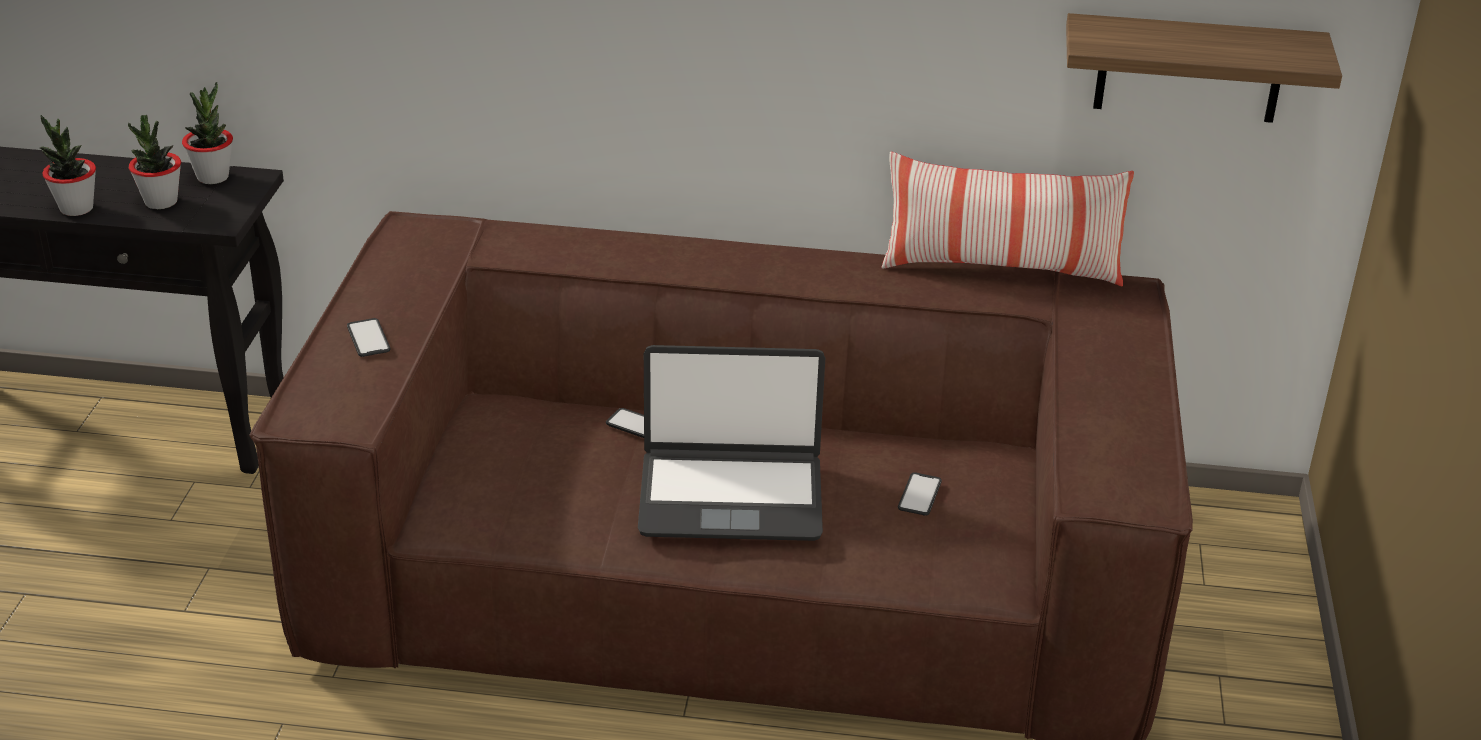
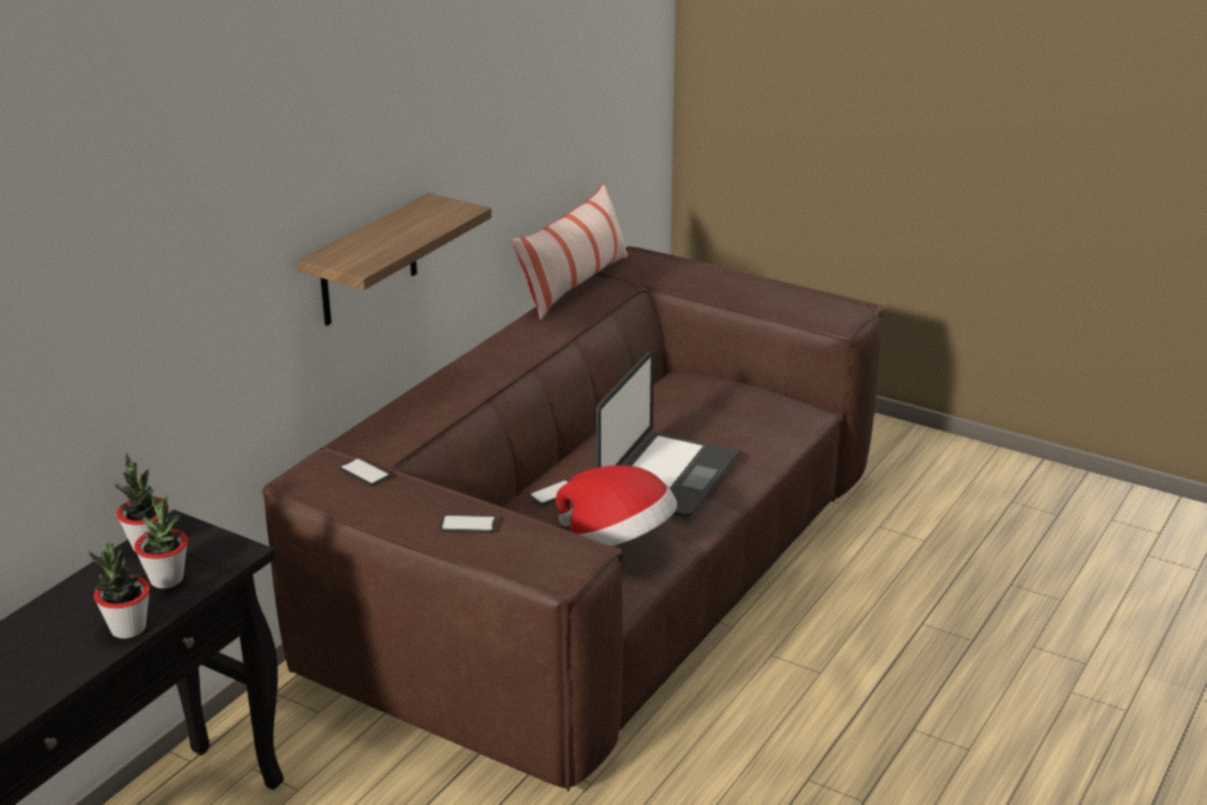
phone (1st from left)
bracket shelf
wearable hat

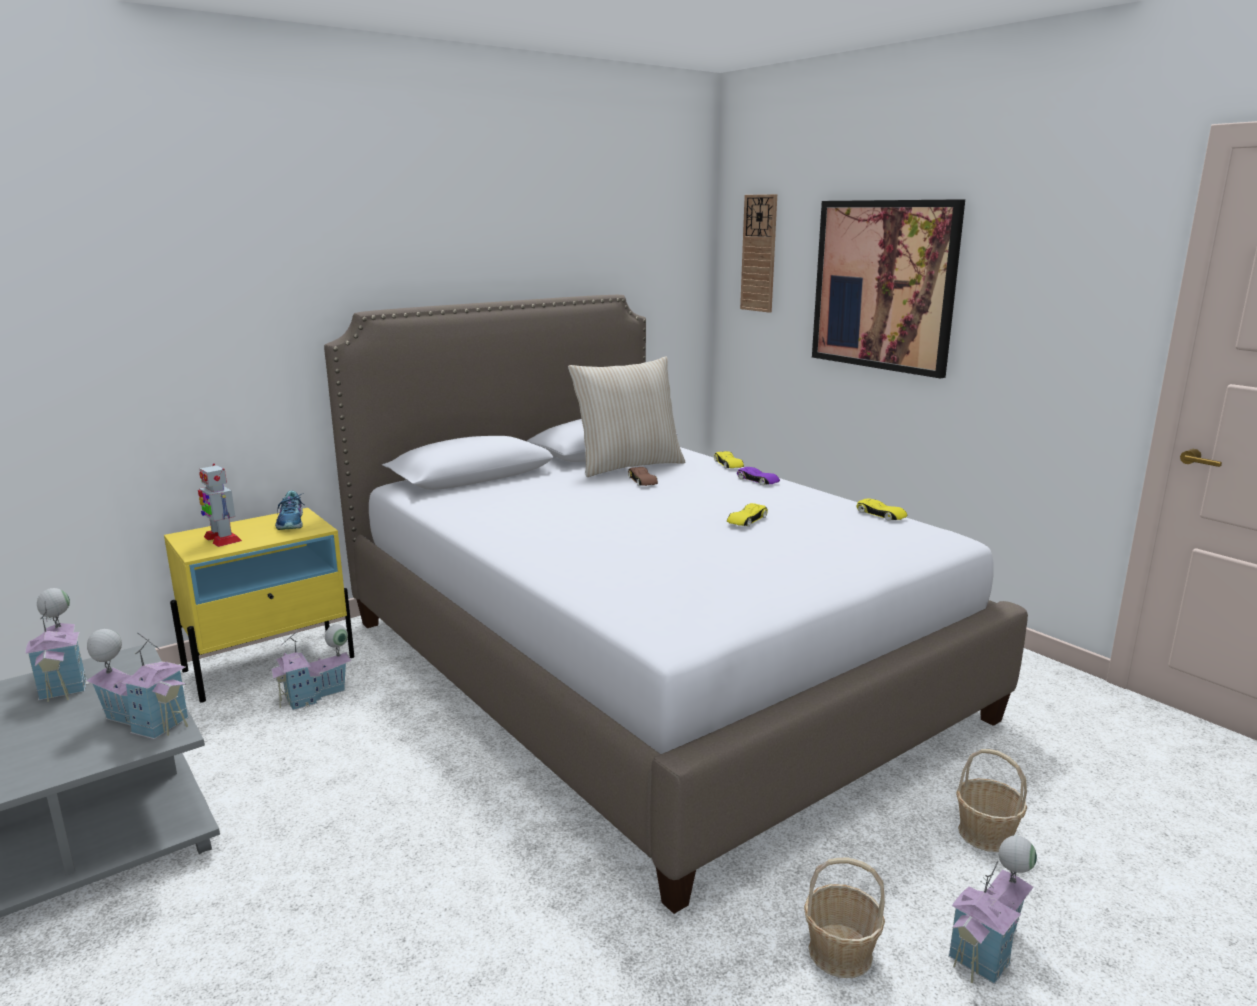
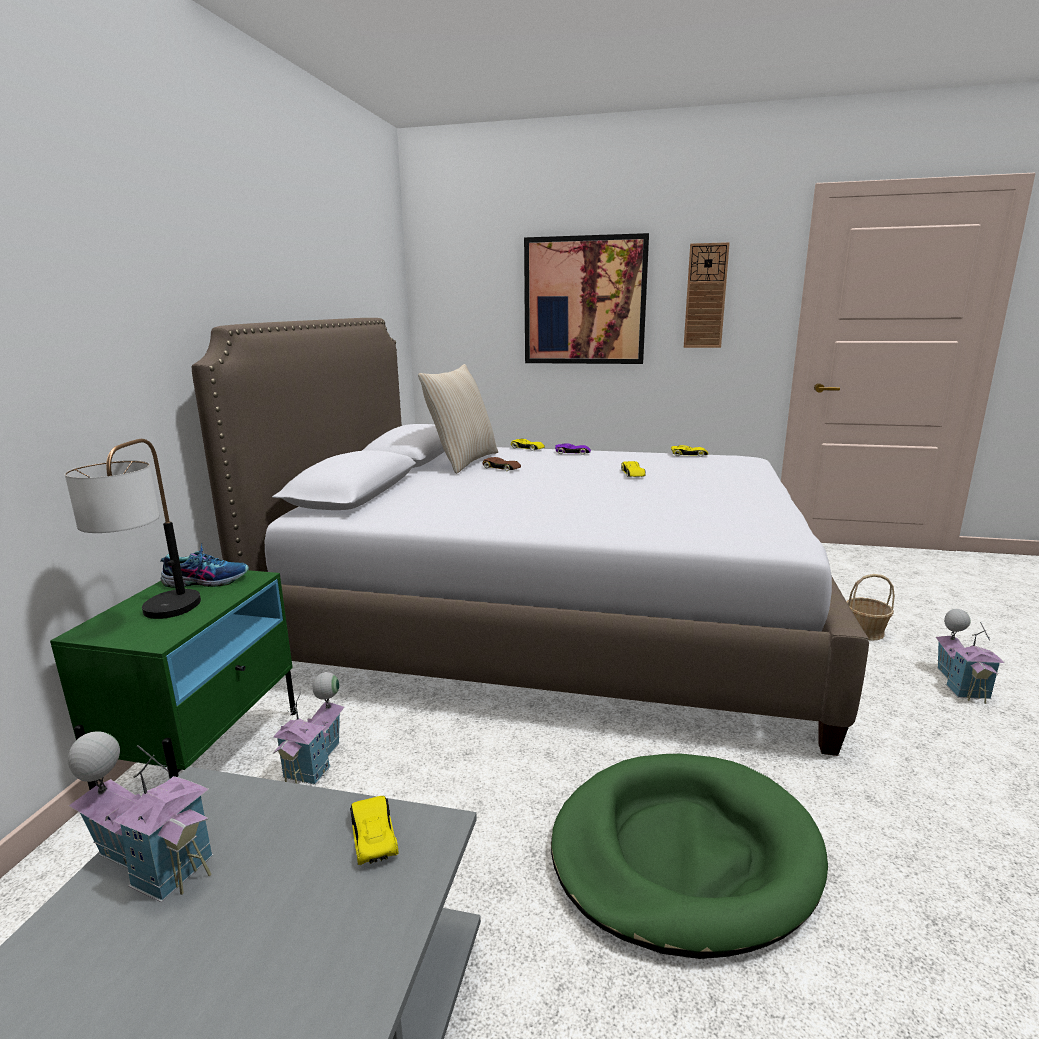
yellow-coloured toy car (1st from left)
green nightstand
tabletop lamp
item of footwear
clock on the wall
basket (1st from left in the first image)
green pet bed

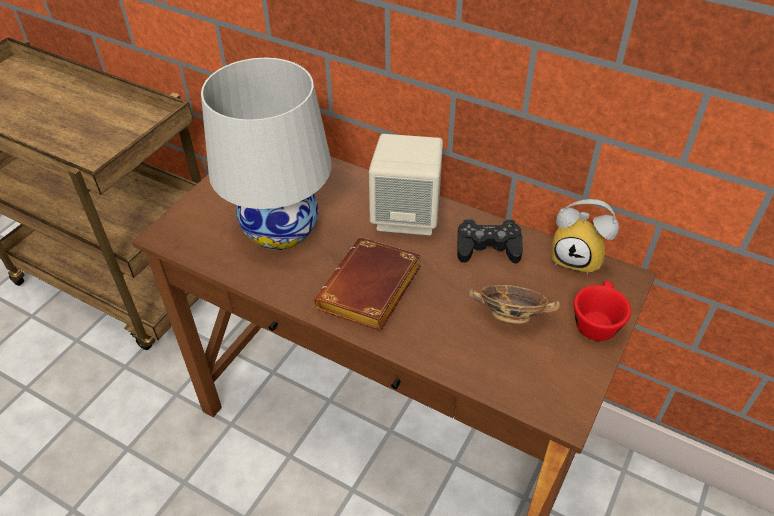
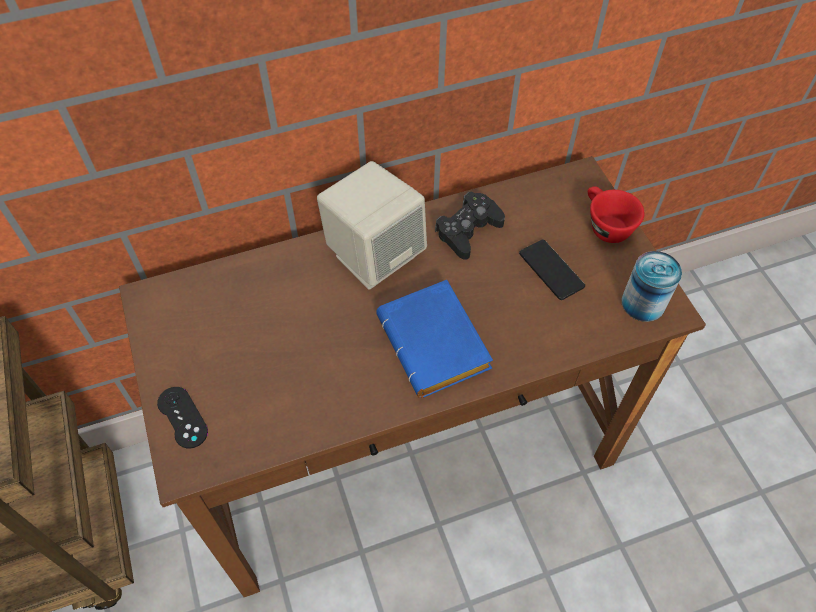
whitish tabletop lamp
blue-coloured bound book
phone
alarm clock
blackish joypad (1st from left)
metal can

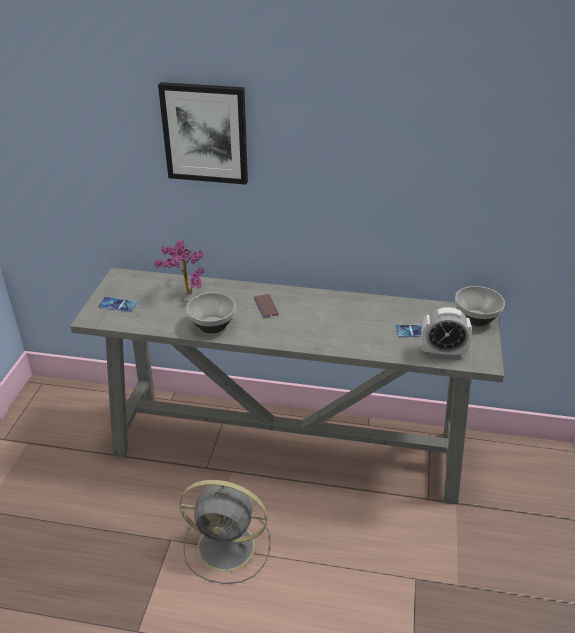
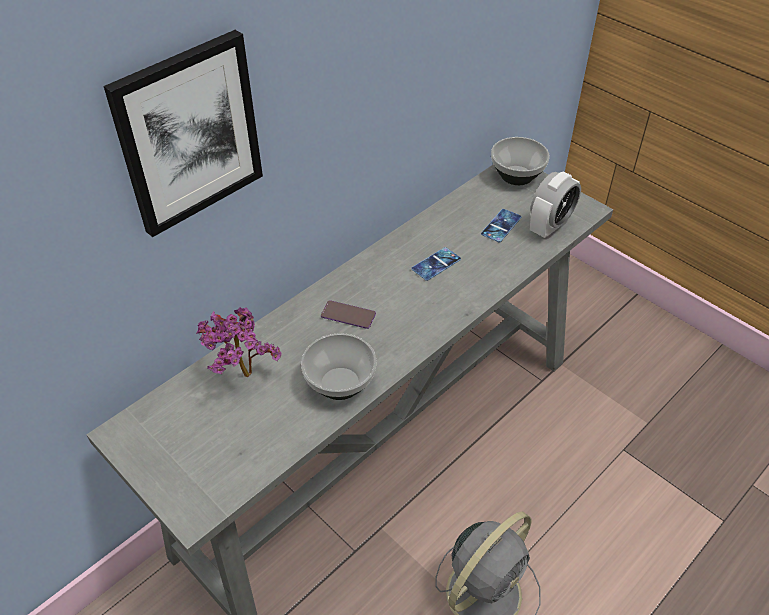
phone (2nd from left)

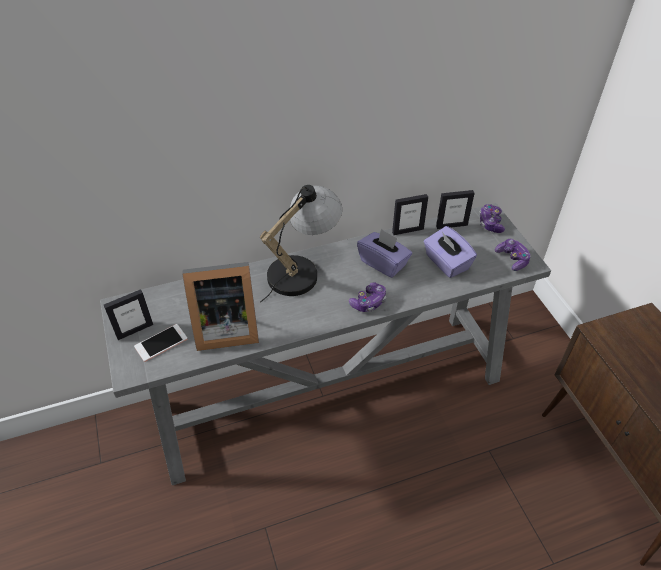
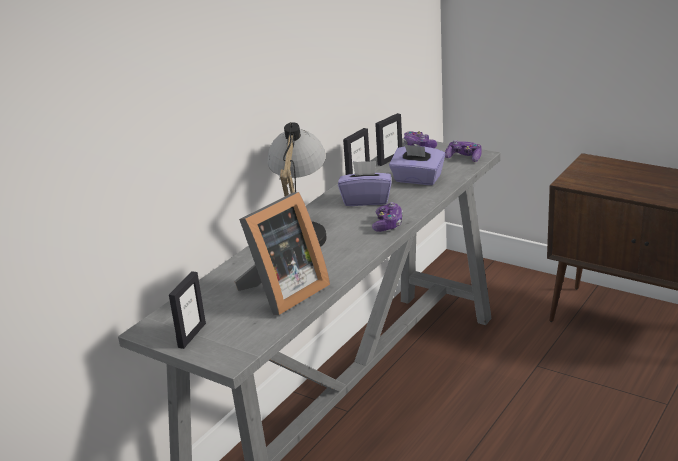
phone

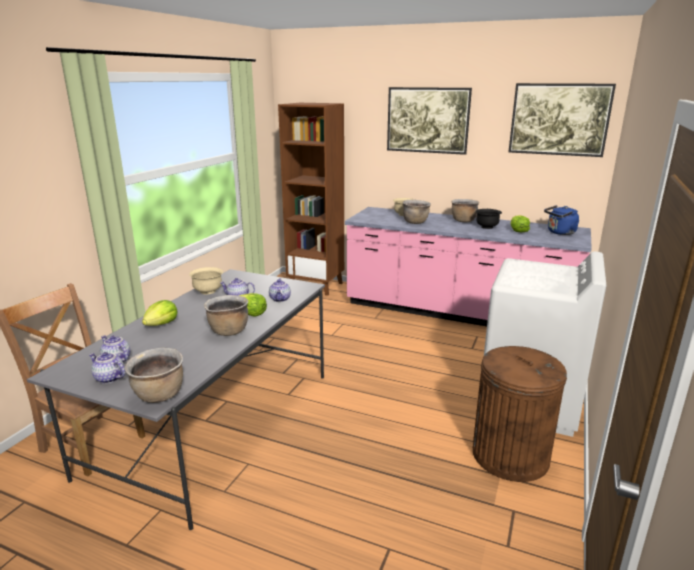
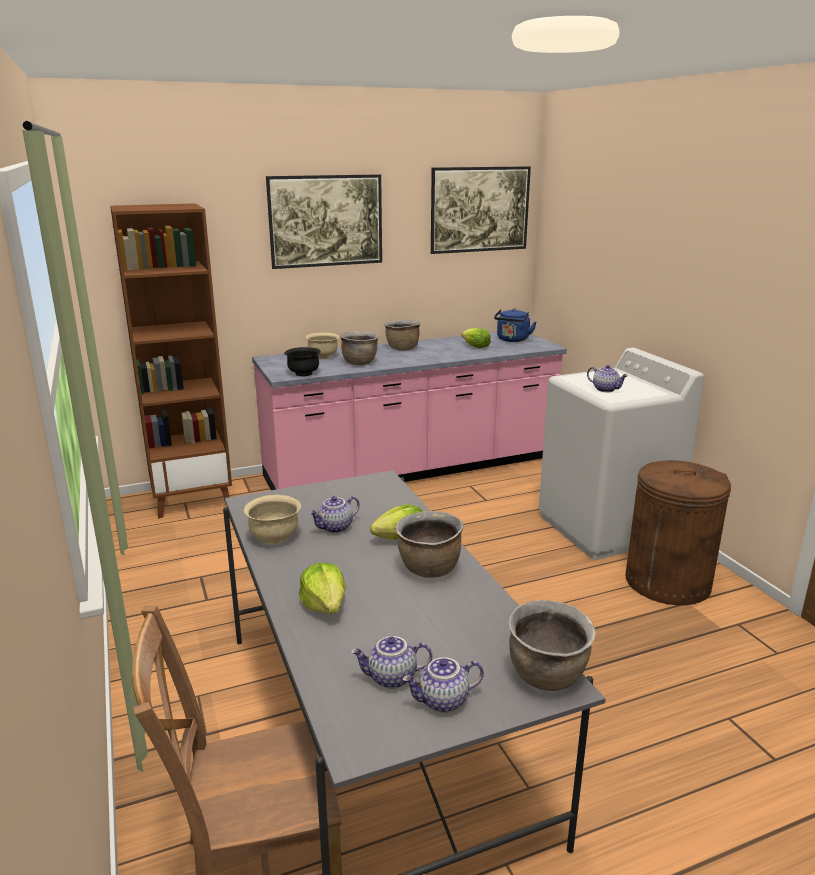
teapot (4th from left)
blackish bowl

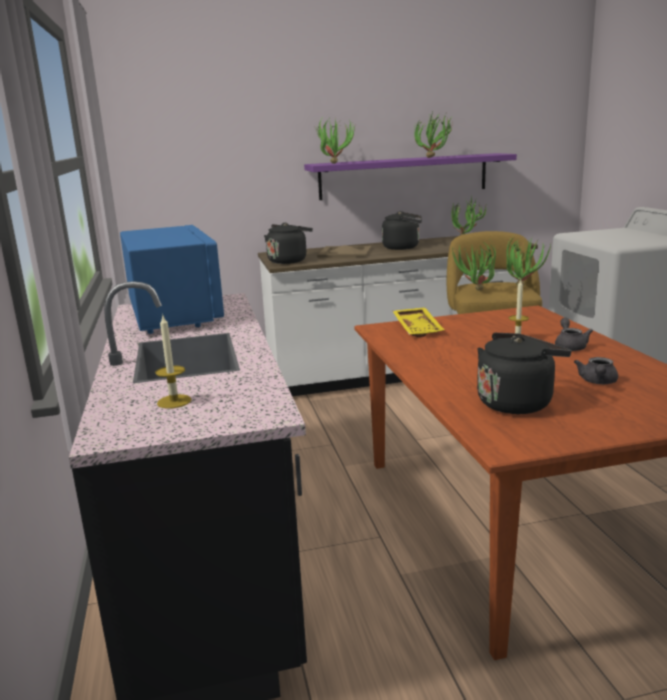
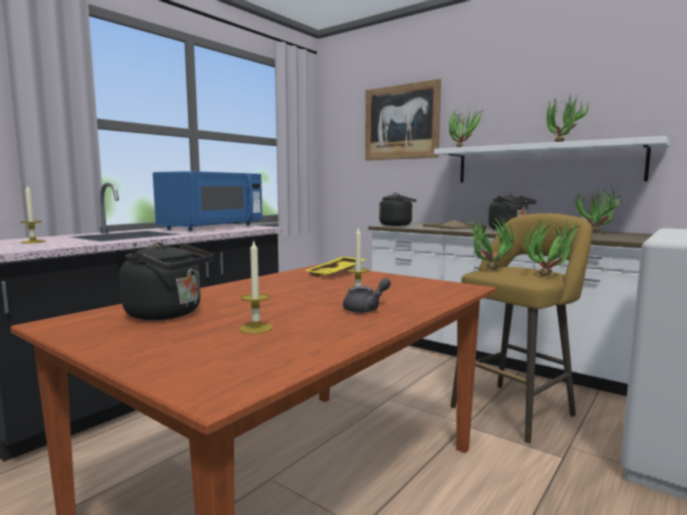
whitish bracket shelf
candle (2nd from left)
picture

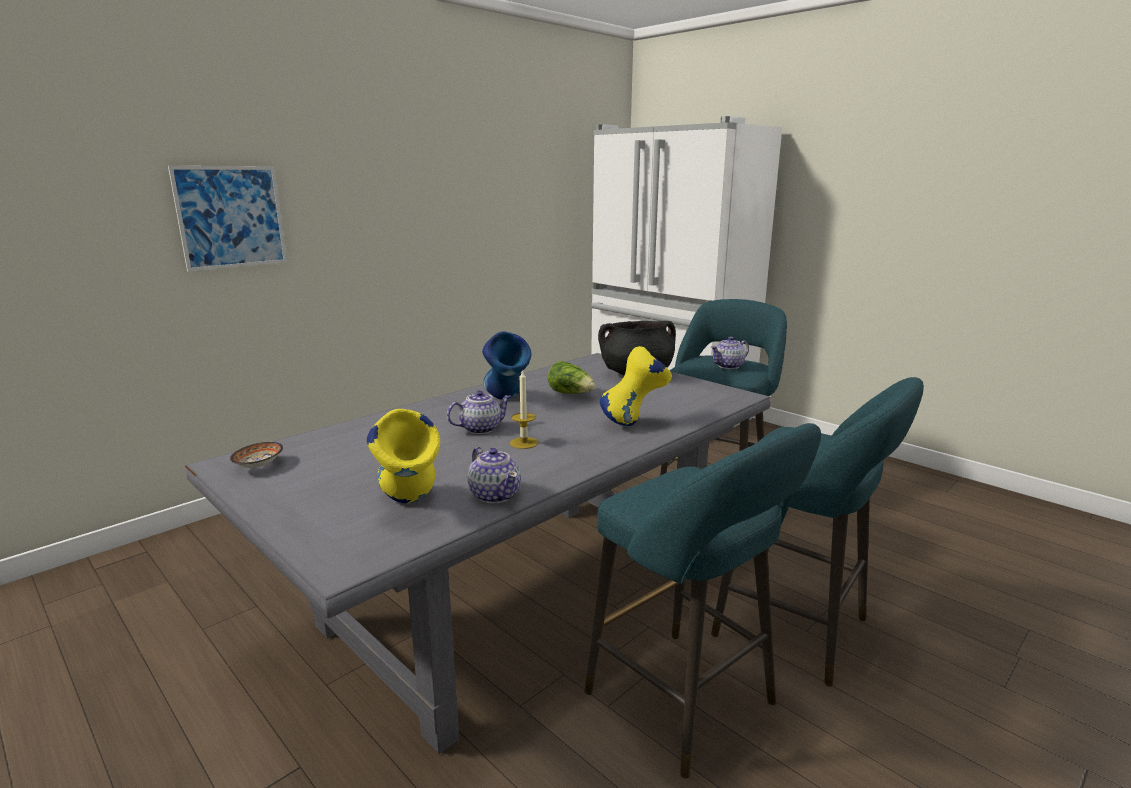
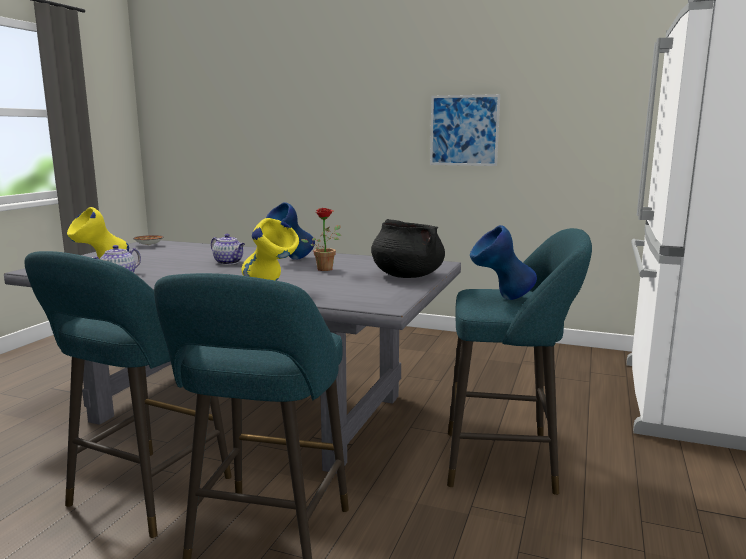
picture
candle
houseplant
blue-coloured flower vase (2nd from left)

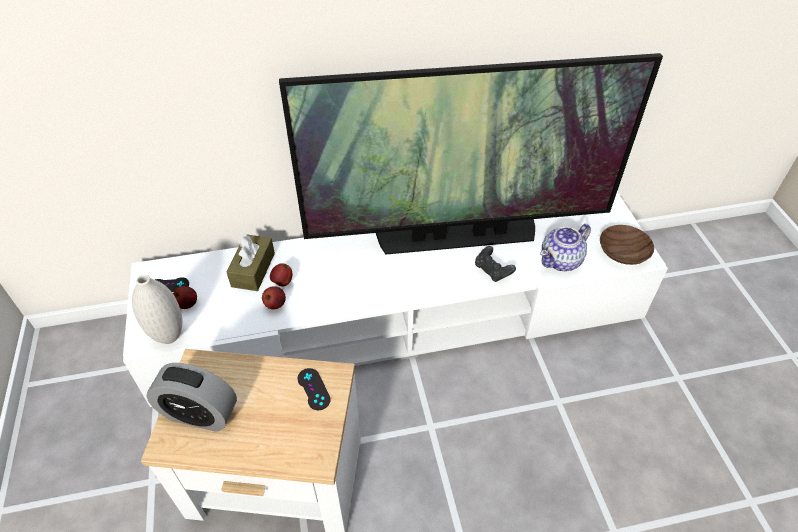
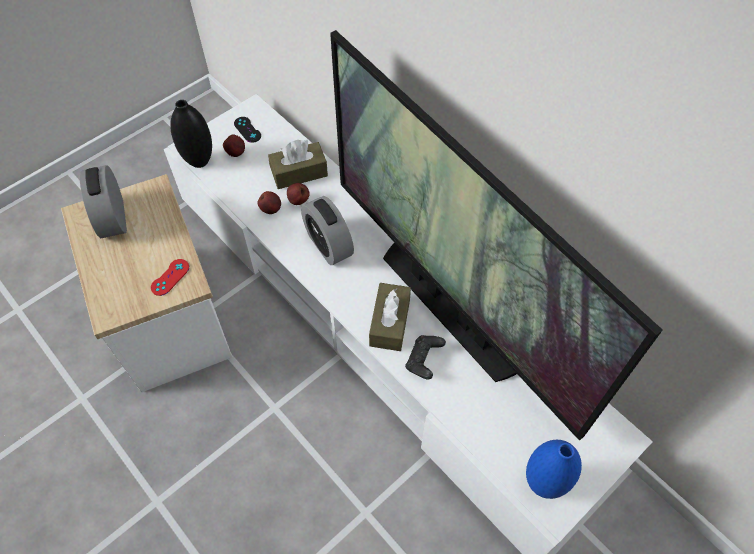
blackish flower vase
red joypad
teapot
blue-coloured flower vase
alarm clock (2nd from left)
brown tissue holder (2nd from left)

